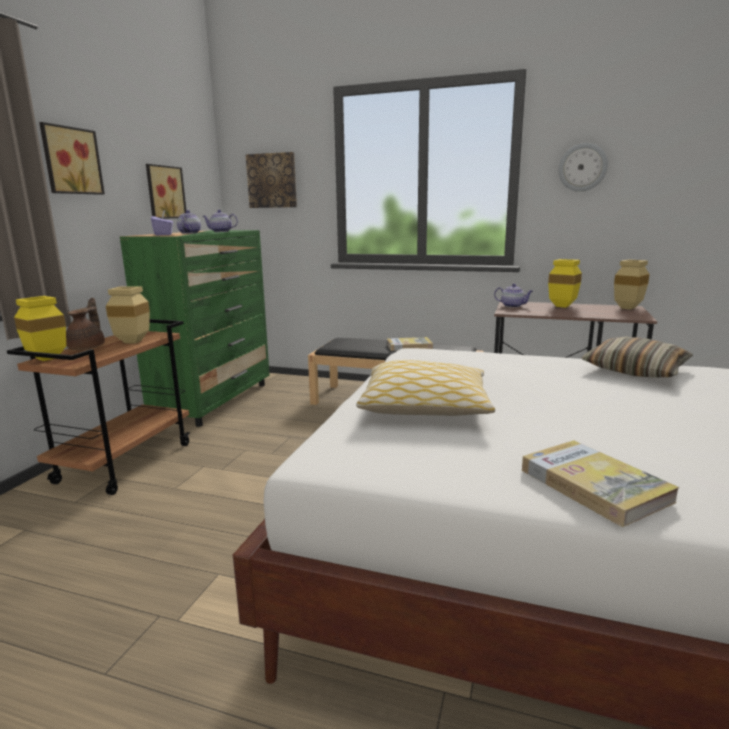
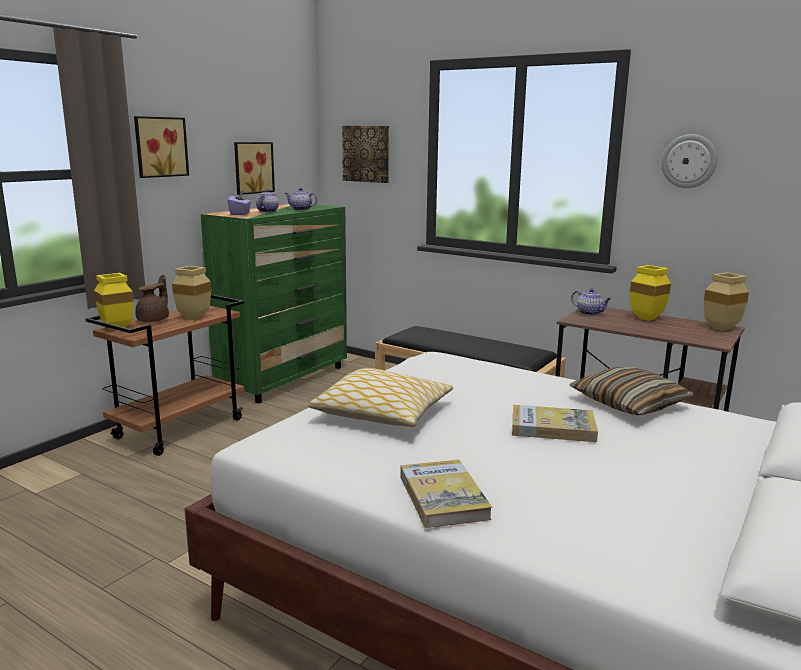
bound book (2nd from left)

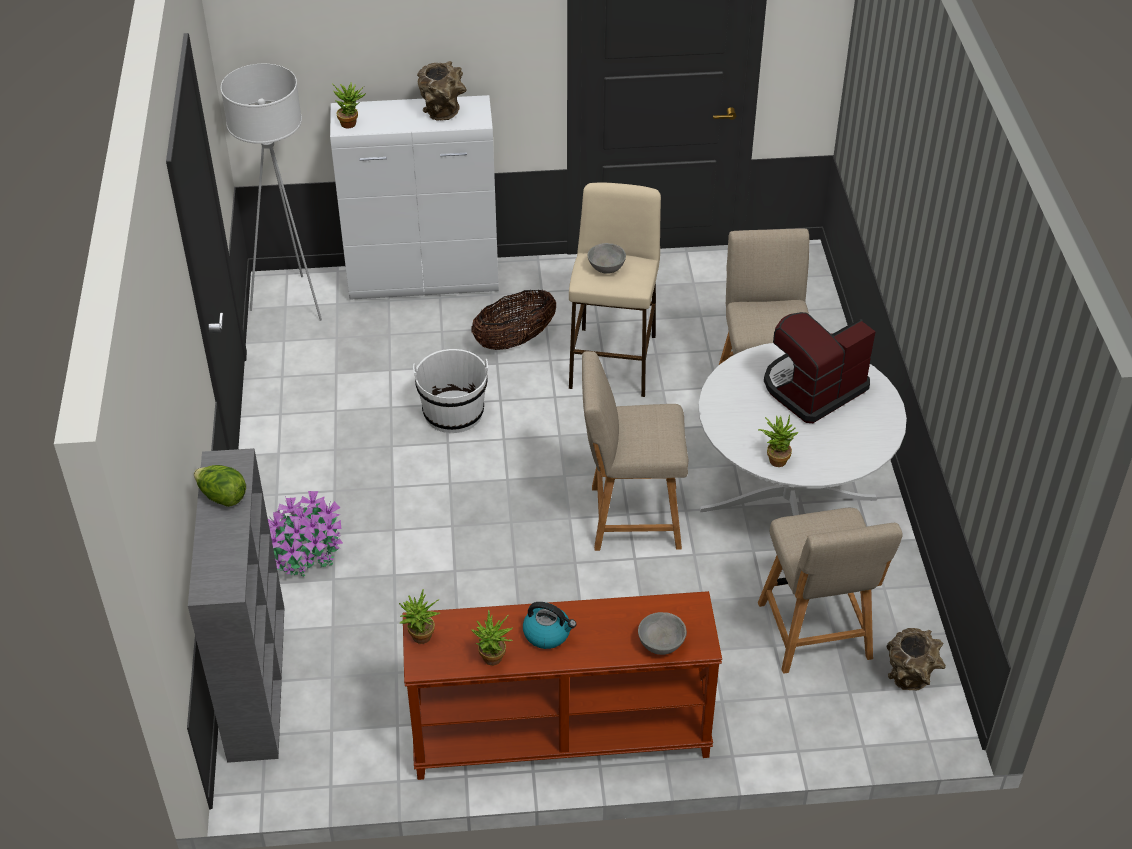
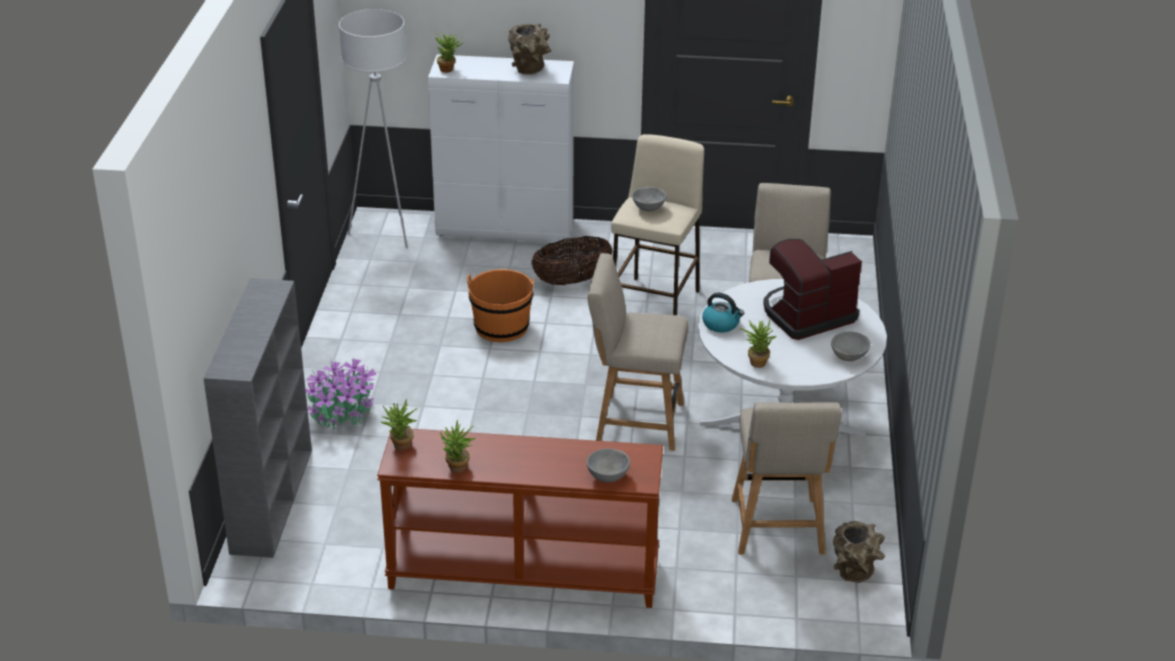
lettuce
orange water bucket
tea kettle
grey bowl (3rd from left)

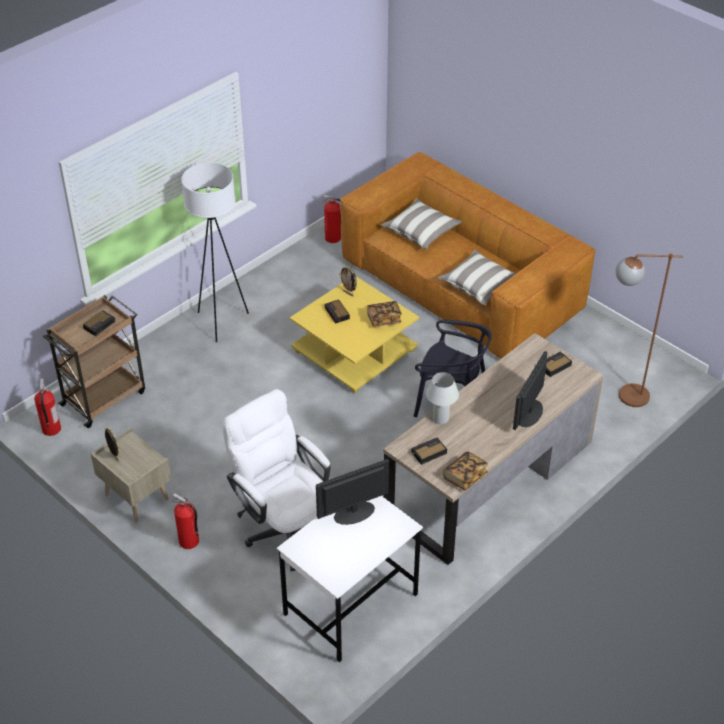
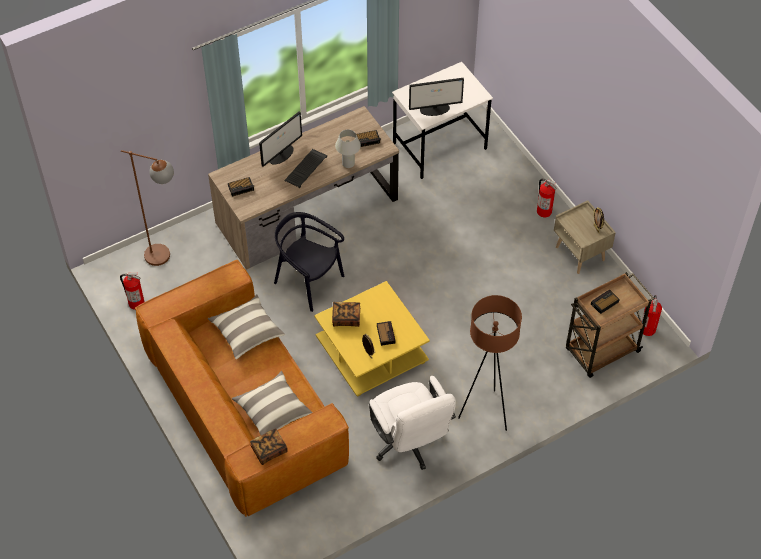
brown floor lamp (2nd from left)
whitish desk chair
fire extinguisher (1st from left)
bound book (1st from left)
keyboard

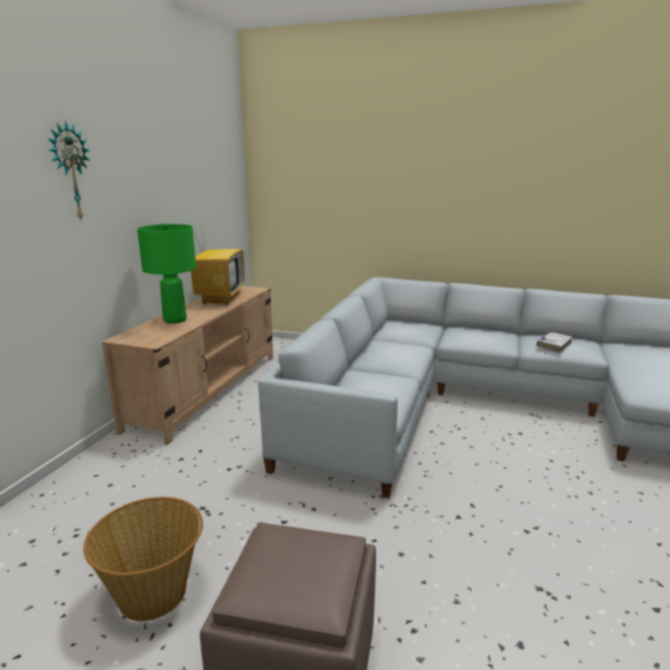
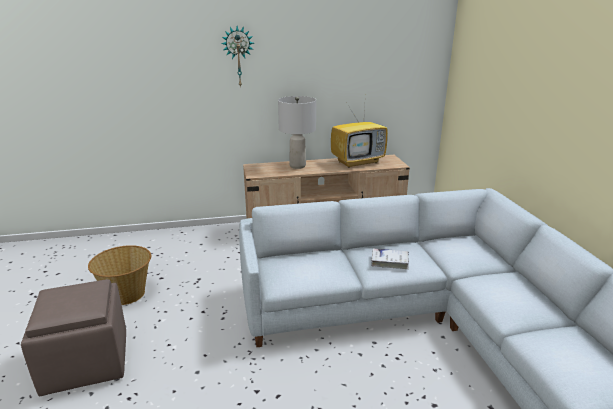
grey tabletop lamp
whitish bound book

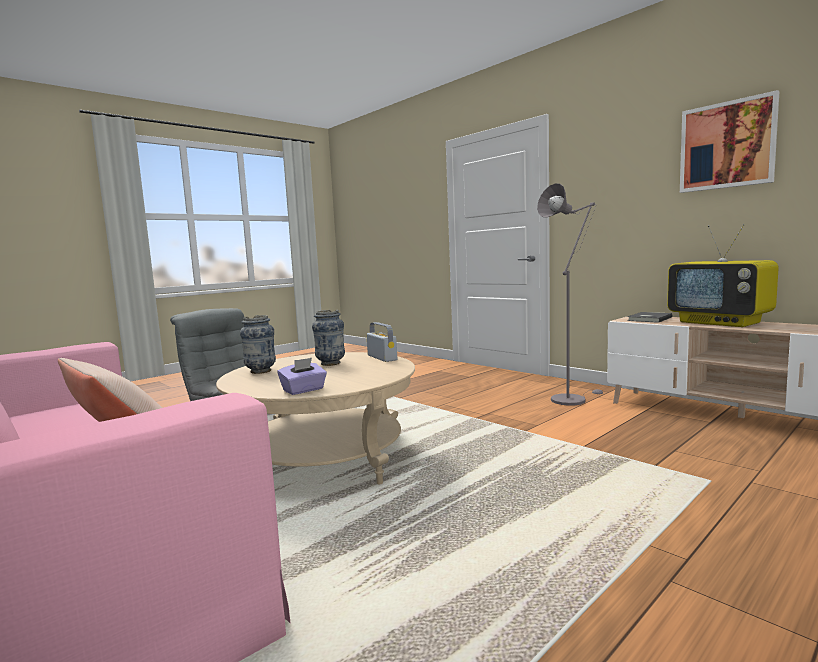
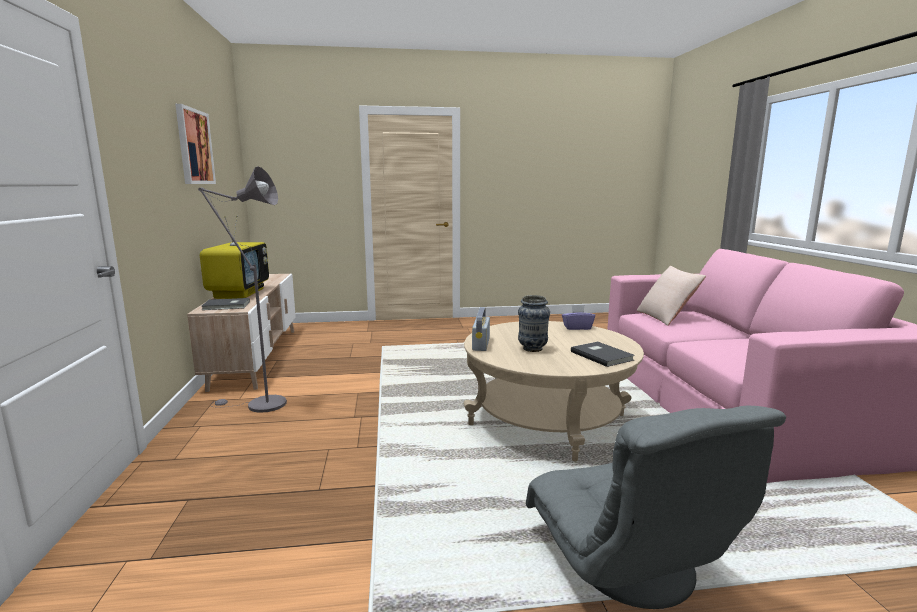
grey bound book (2nd from left)

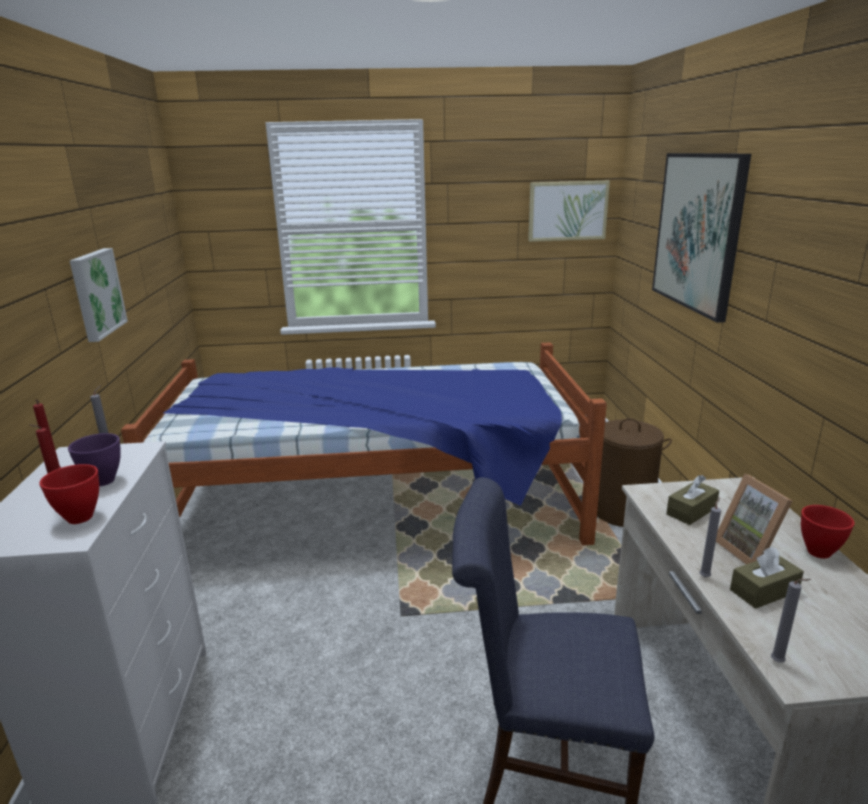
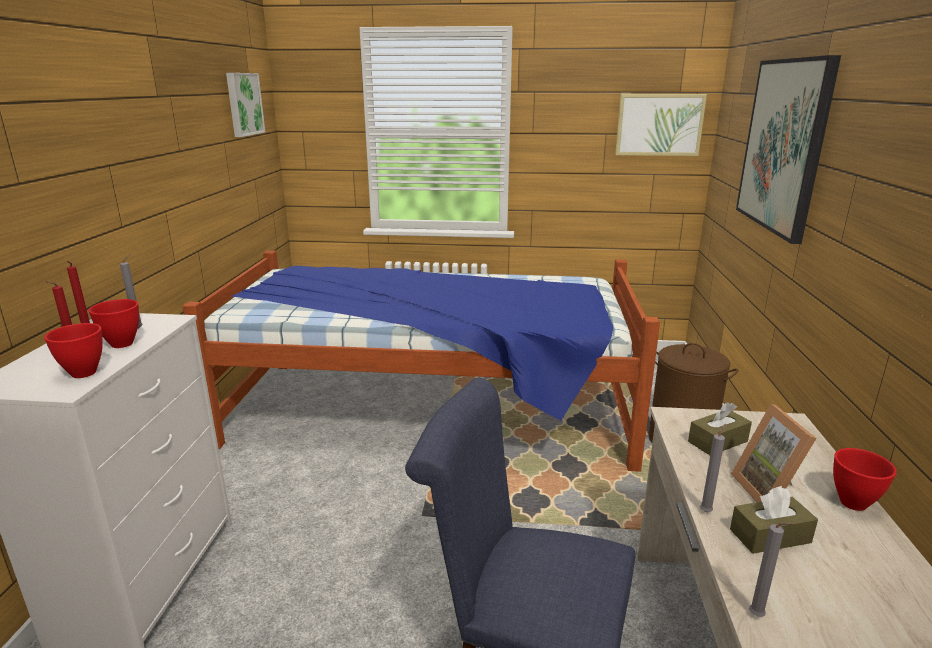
red bowl (2nd from left)
picture (1st from left)

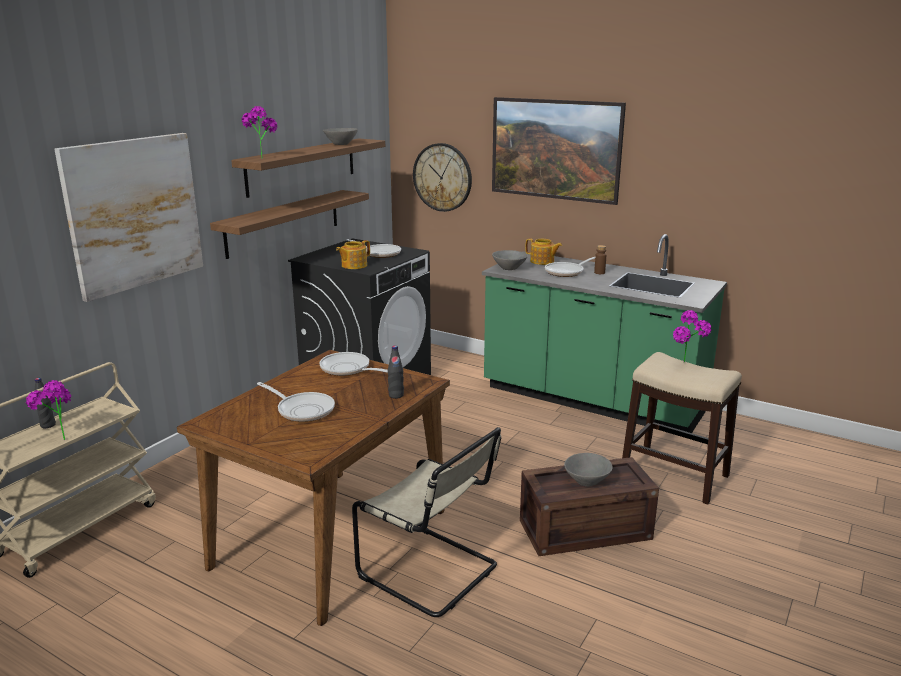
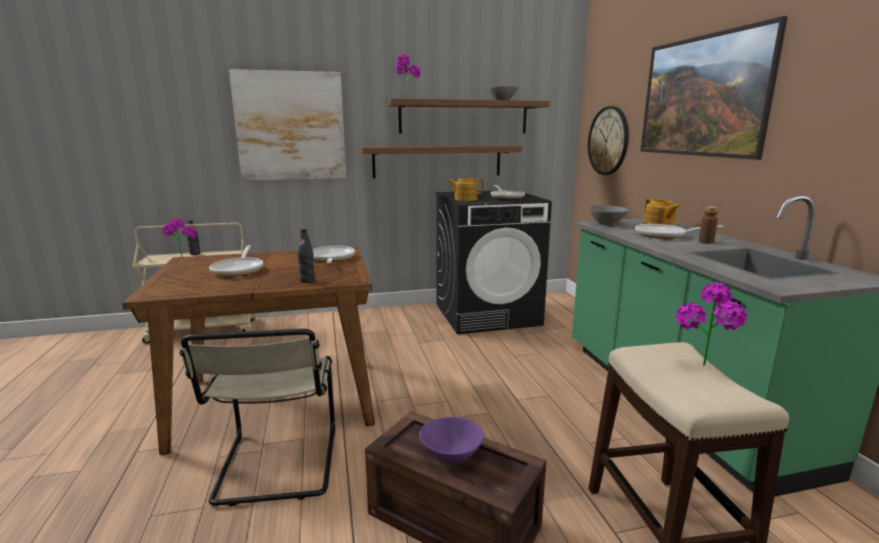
purple-coloured bowl

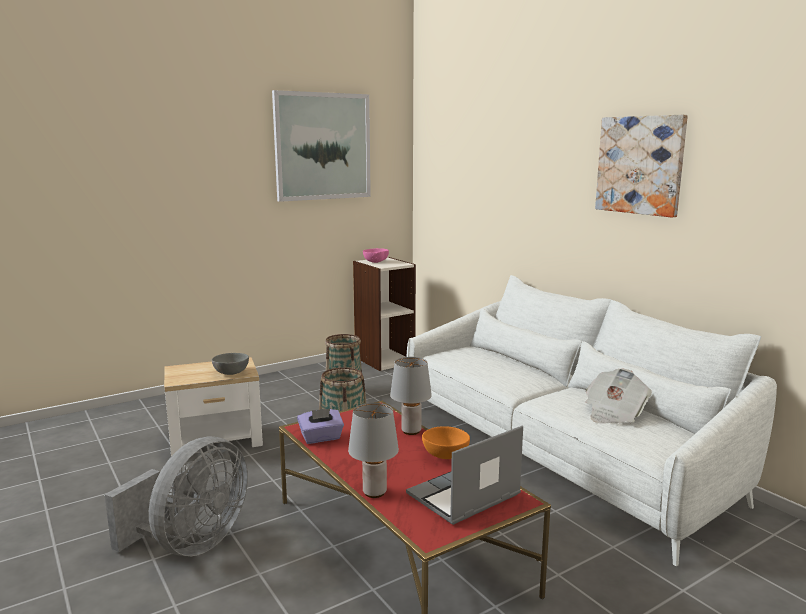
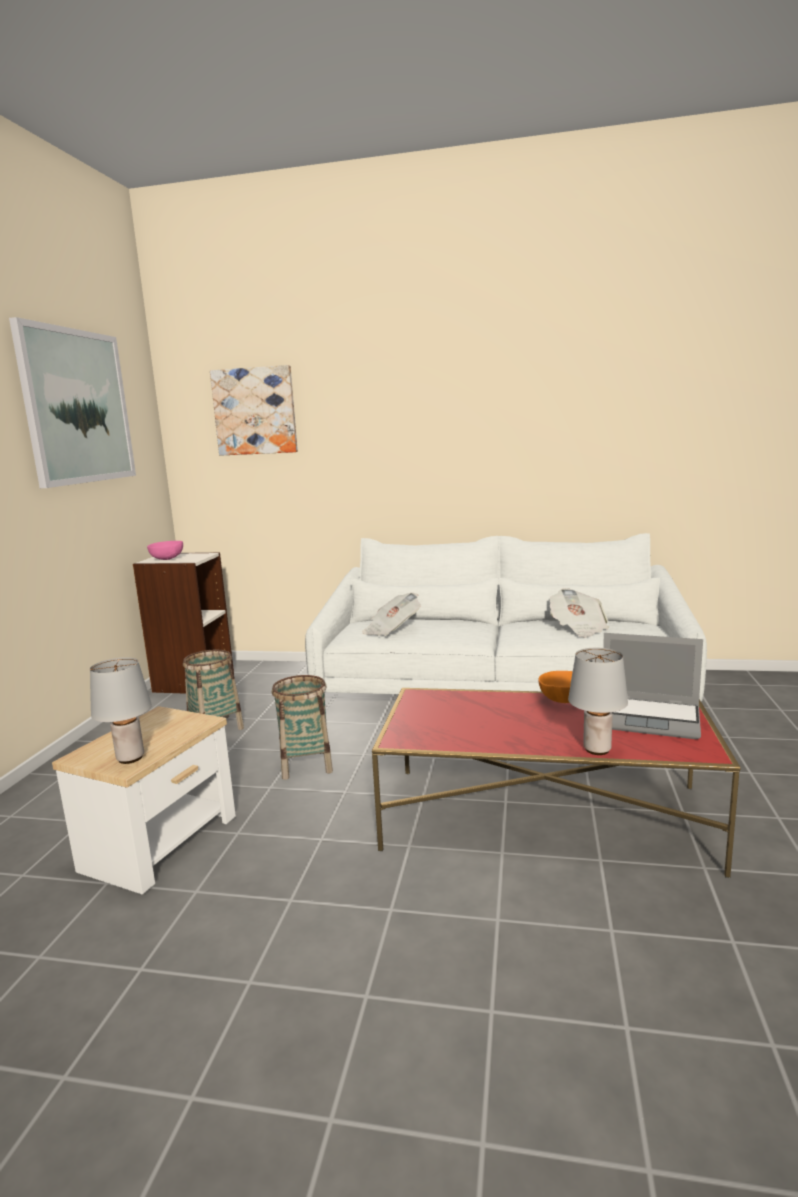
grey cooling fan
grey bowl
purple-coloured tissue holder
grey tabletop lamp (1st from left)
notebook computer
picture (2nd from left)
daily paper (1st from left)

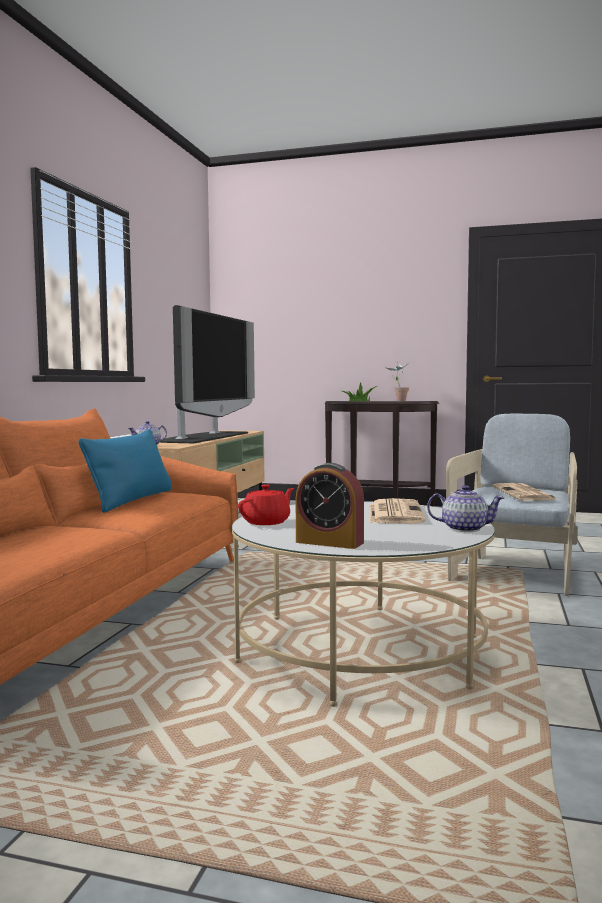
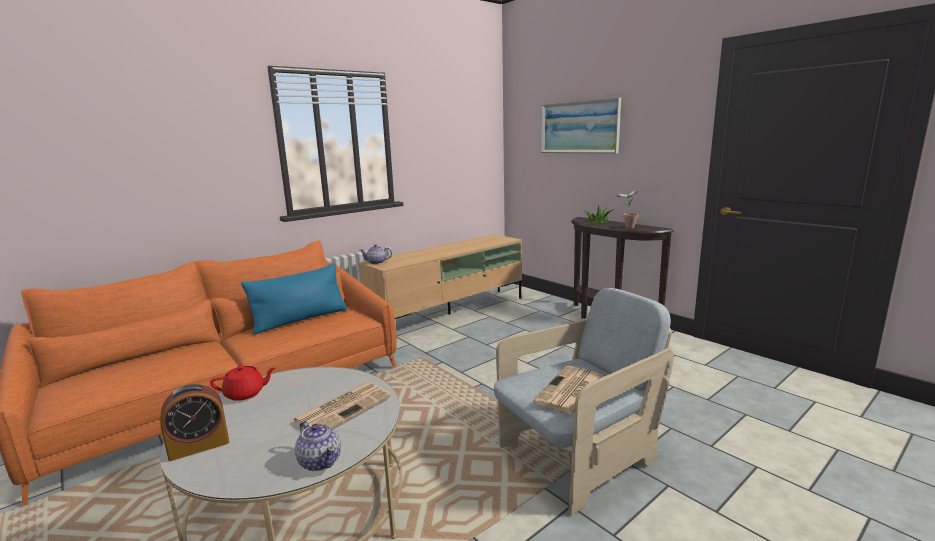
TV set
alarm clock
picture

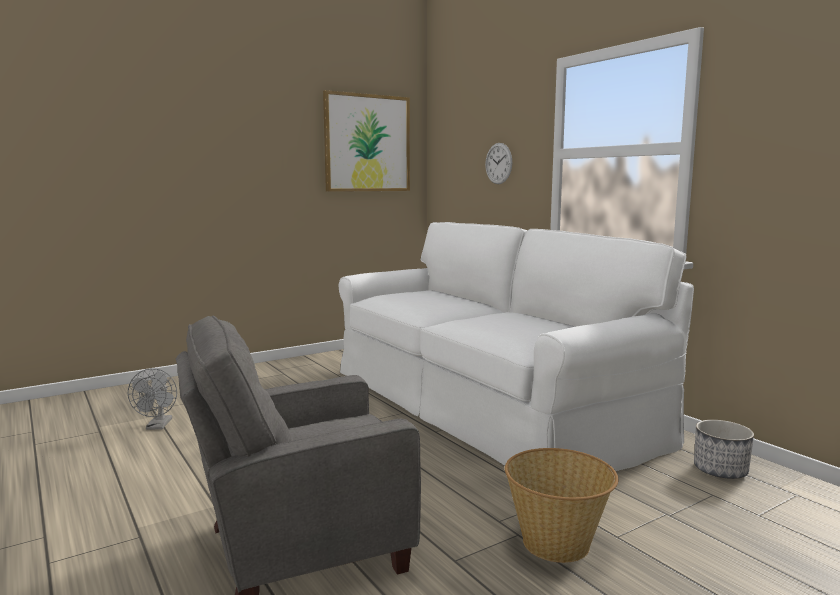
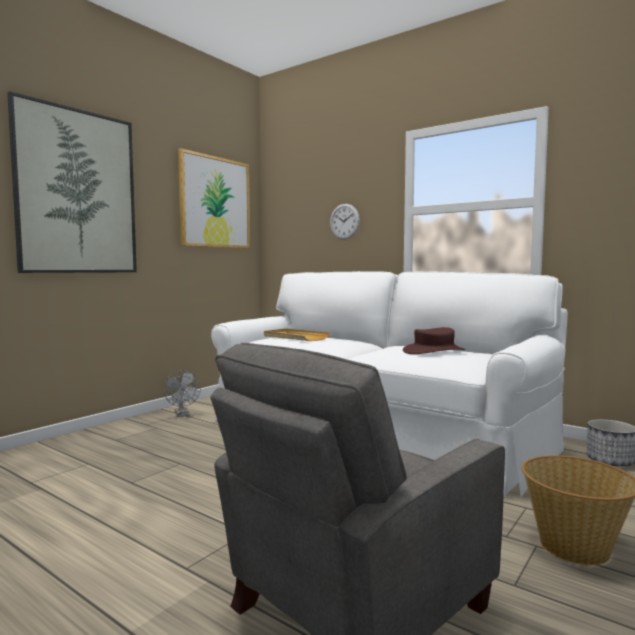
grey cooling fan
picture (1st from left)
beige-coloured tray
brown wearable hat

